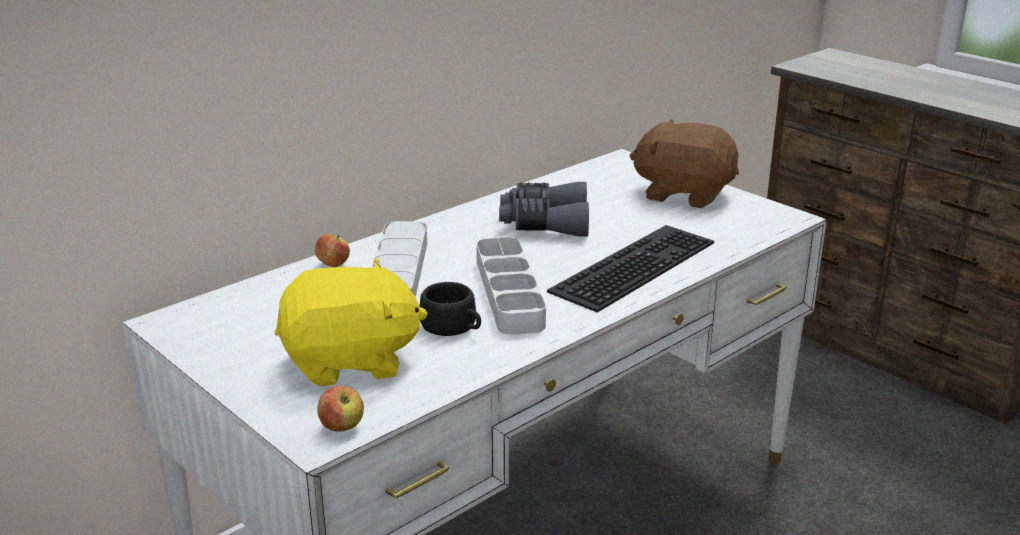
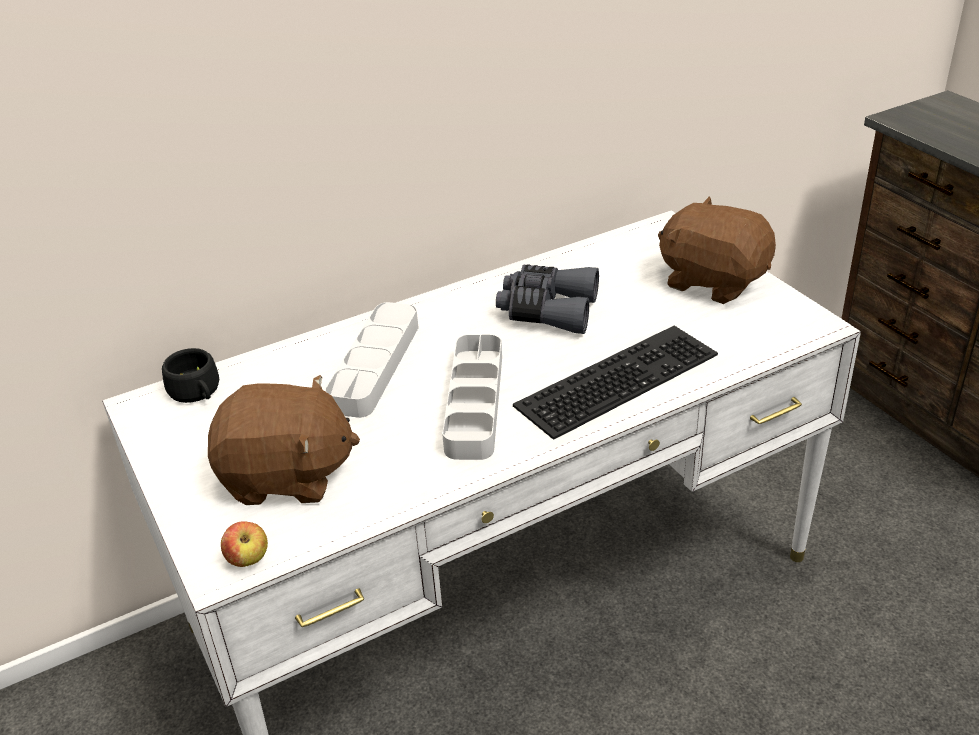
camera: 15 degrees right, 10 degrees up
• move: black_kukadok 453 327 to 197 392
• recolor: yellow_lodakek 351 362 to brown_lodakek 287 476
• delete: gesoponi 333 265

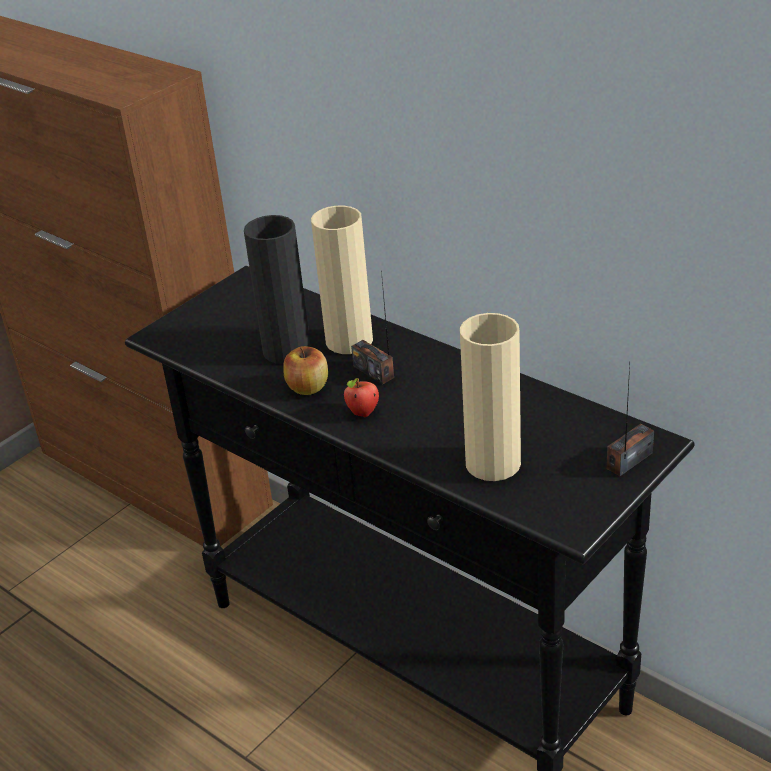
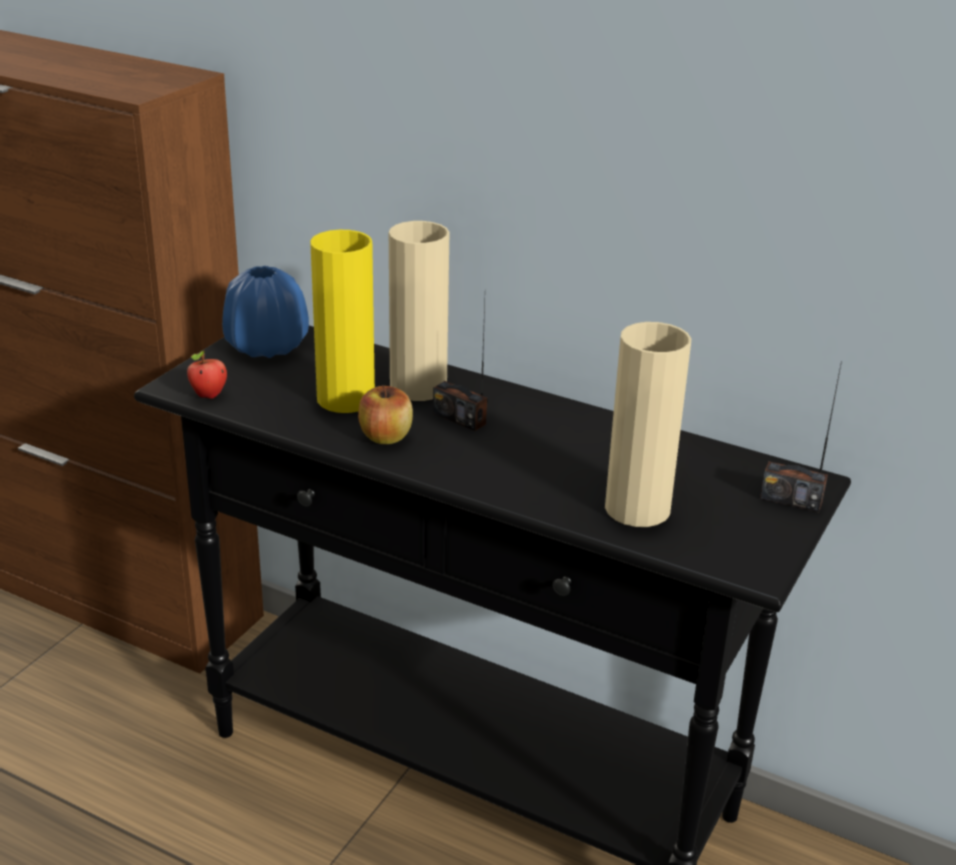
camera: 15 degrees left, 5 degrees down
• move: gesoponi 363 414 to 209 396
• insert: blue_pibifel 266 346
• recolor: black_pibifel 287 350 to yellow_pibifel 345 399
• rotate: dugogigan 630 460 = 791 500 105 degrees counterclockwise

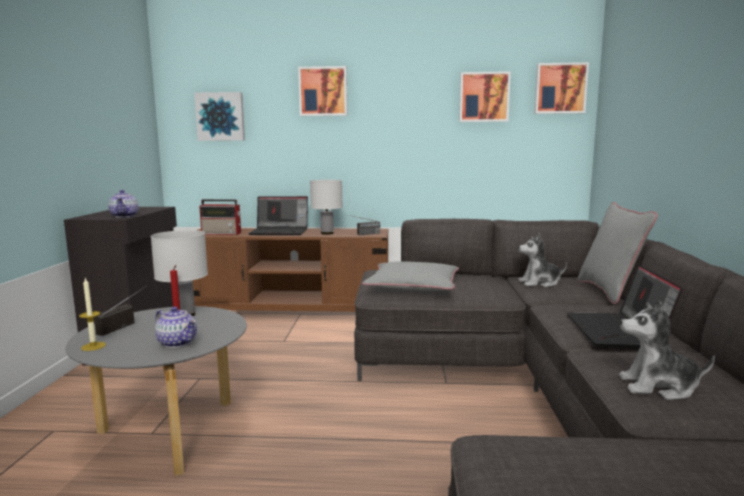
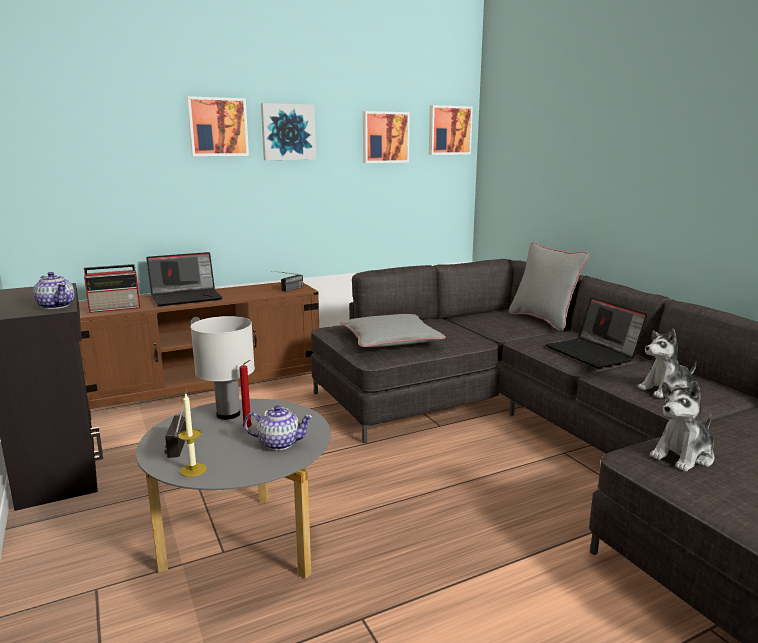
camera: 30 degrees left, 5 degrees up
• move: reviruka 220 117 to 288 132
• move: lodakek 539 283 to 683 456
• delete: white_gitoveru 327 233

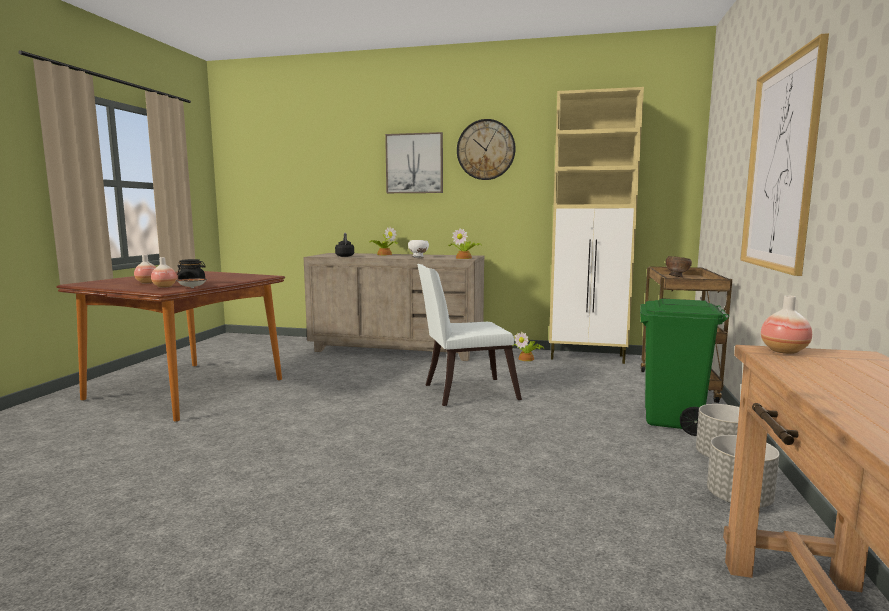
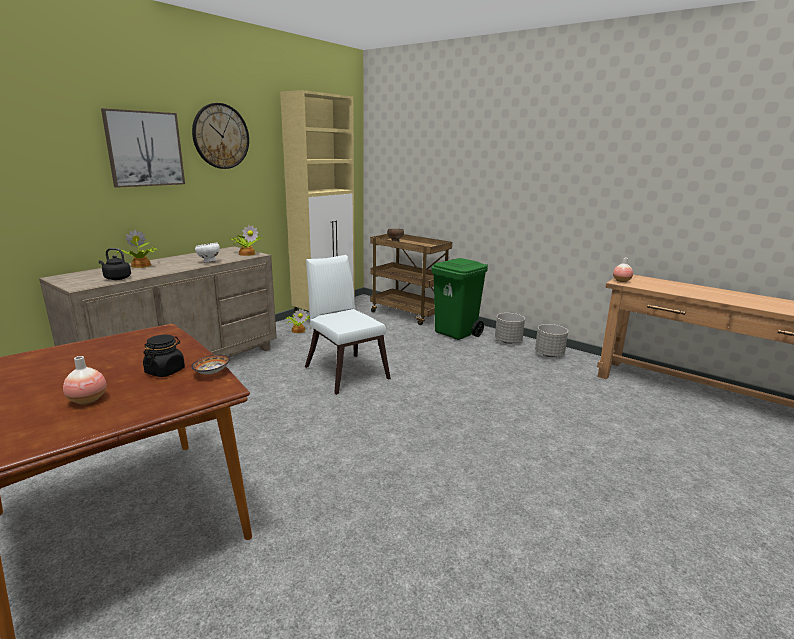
camera: 65 degrees left, 10 degrees up
• rotate: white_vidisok 464 392 = 345 370 135 degrees clockwise
• delete: pibifel 164 287
• delete: reviruka 780 166

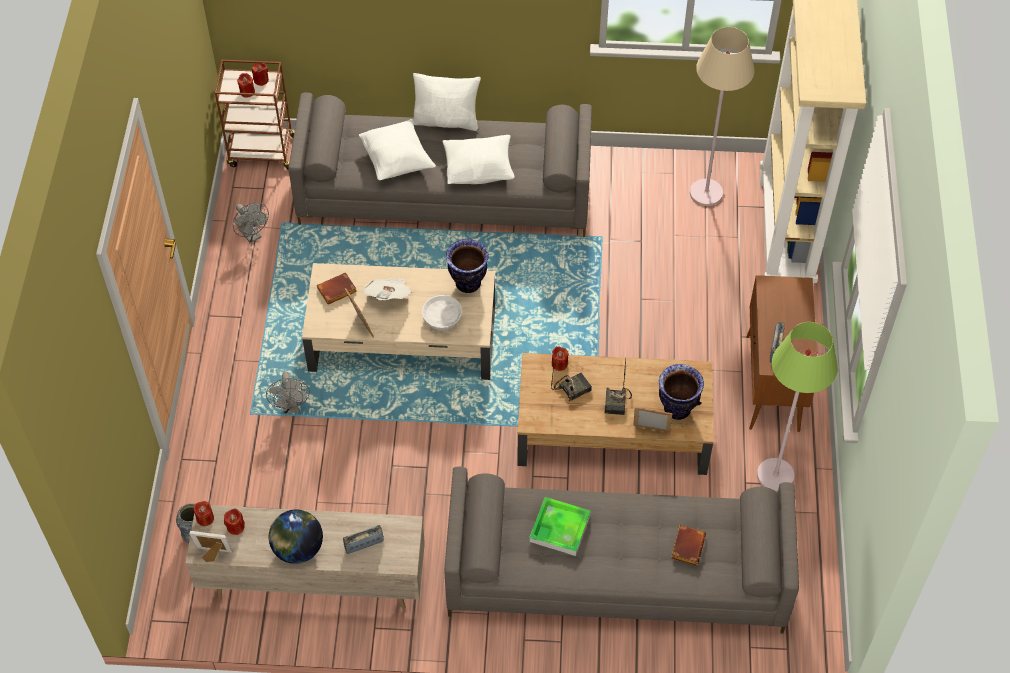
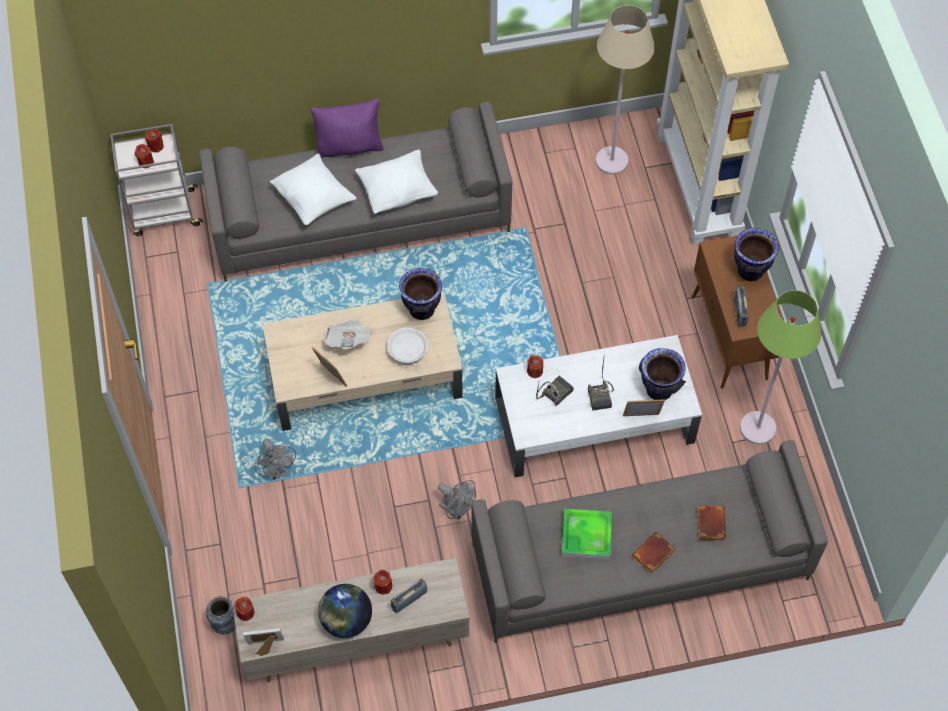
camera: 15 degrees left, 5 degrees up
• recolor: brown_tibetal 262 151 to grey_tibetal 163 213
• recolor: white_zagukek 447 121 to purple_zagukek 350 146
• move: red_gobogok 235 527 to 383 586
• move: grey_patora 252 236 to 457 510
• recolor: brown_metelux 611 430 to white_metelux 593 420
• move: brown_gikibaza 336 292 to 653 555
• insert: pibifel 749 271

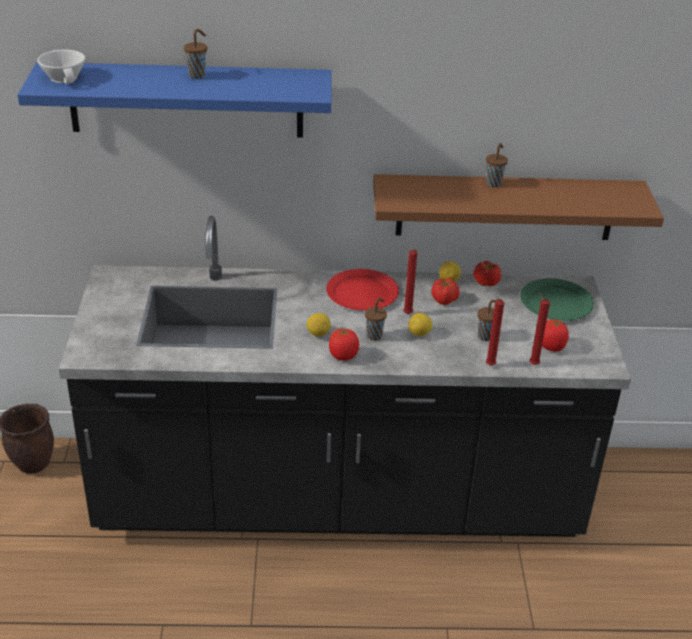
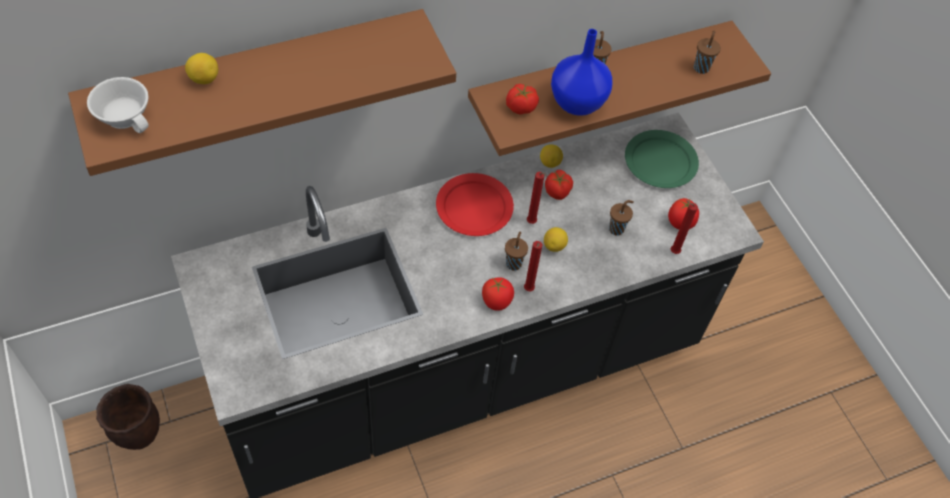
camera: 25 degrees left, 20 degrees up
• recolor: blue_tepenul 186 100 to brown_tepenul 258 80
• move: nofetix 318 334 to 204 79
• move: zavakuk 486 283 to 520 107
• move: red_gobogok 489 366 to 528 290
• insert: blue_pibifel 576 103
• move: brown_kukadok 198 75 to 701 67

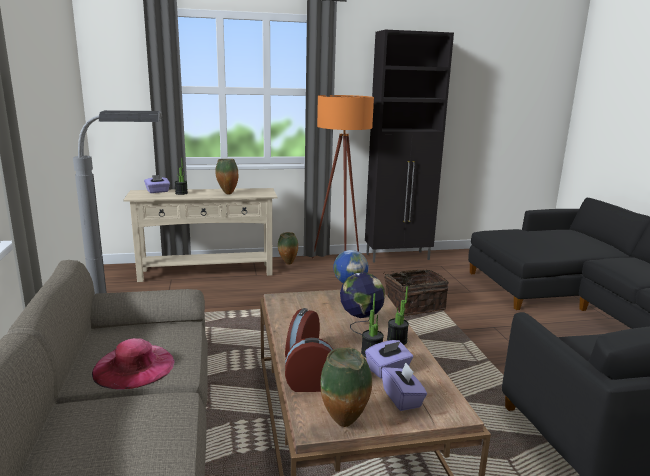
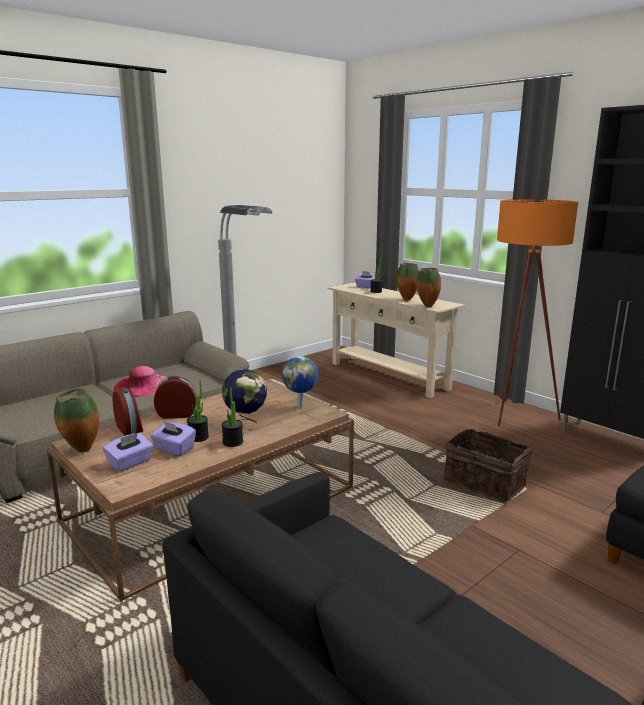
camera: 60 degrees right, 0 degrees up
• move: pibifel 288 264 to 427 306

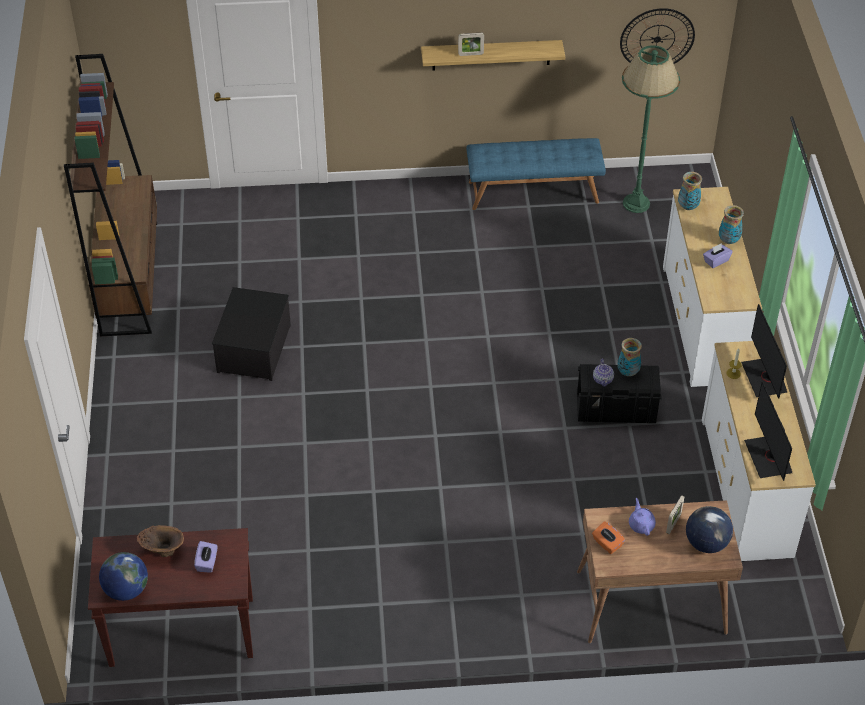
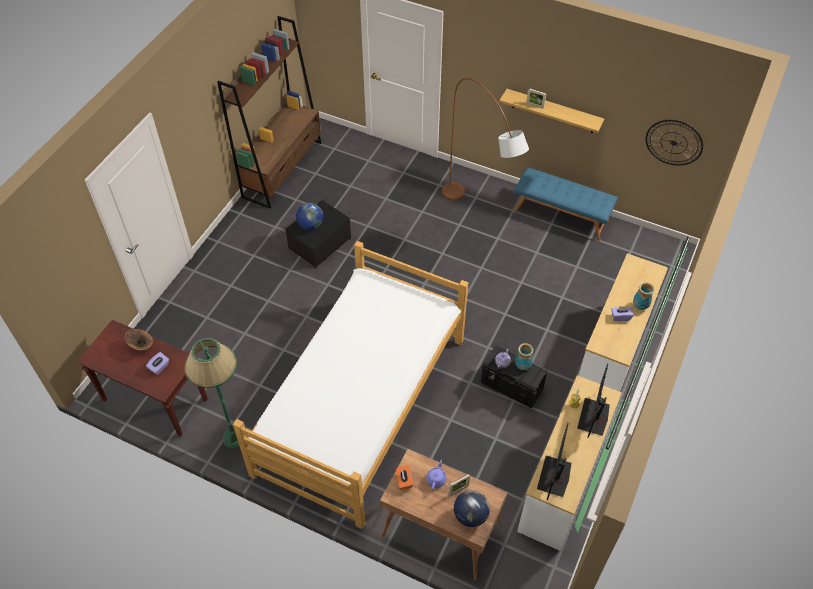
camera: 30 degrees right, 5 degrees up
• move: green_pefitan 636 203 to 233 437
• insert: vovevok 360 405
• move: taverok 126 590 to 310 225
• insert: brown_pefitan 479 218
• delete: pibifel 687 207

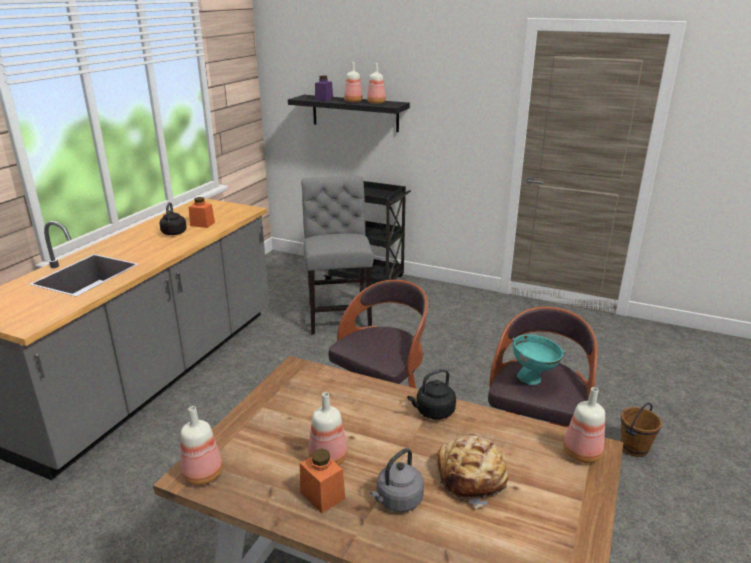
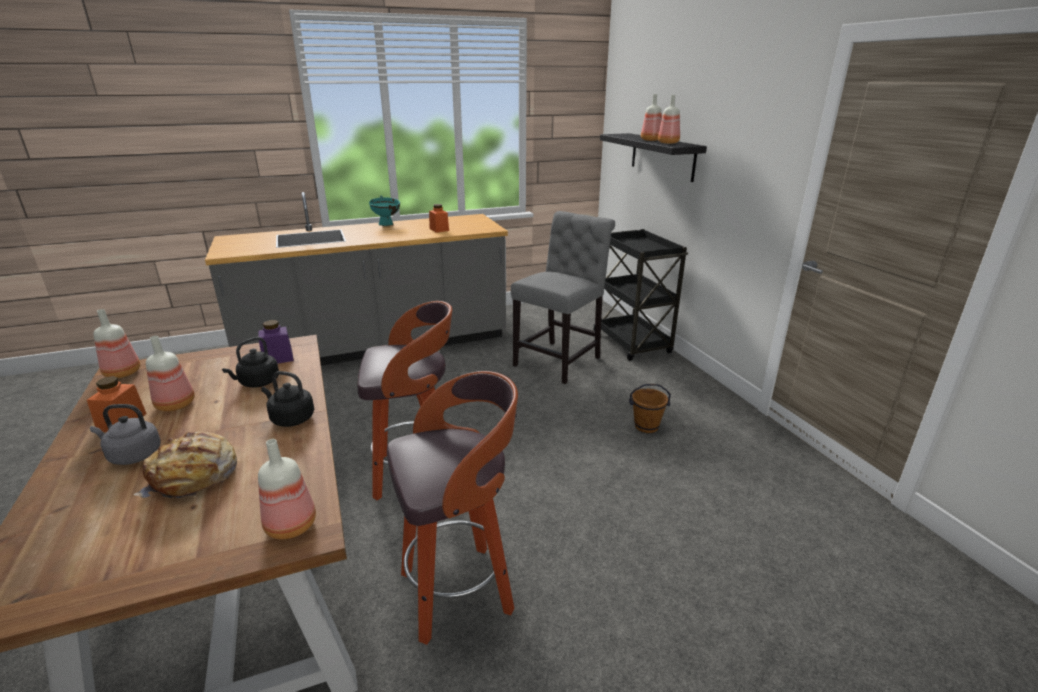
camera: 45 degrees right, 0 degrees up
• move: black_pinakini 173 233 to 257 383
• move: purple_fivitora 324 99 to 278 358
• move: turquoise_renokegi 534 379 to 387 225
• move: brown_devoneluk 634 449 to 646 427

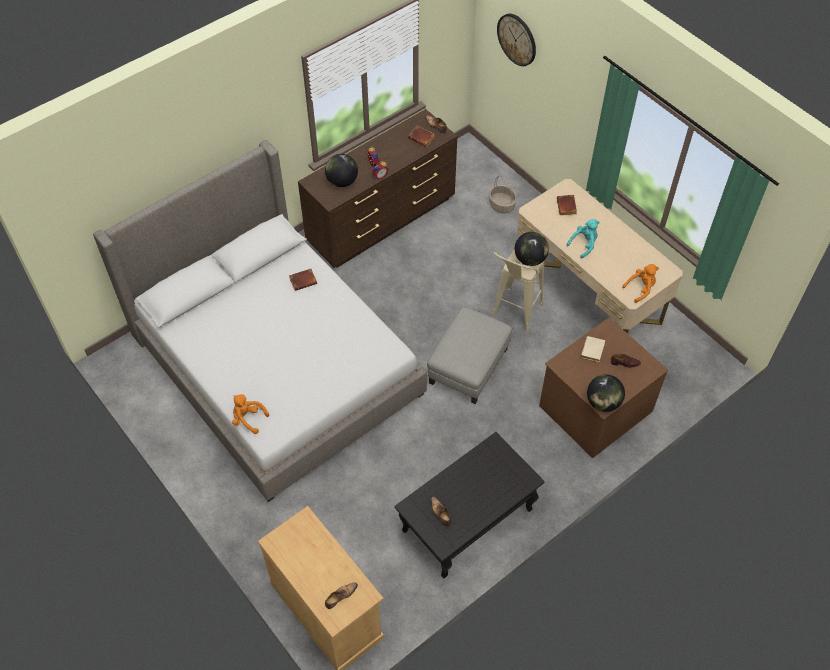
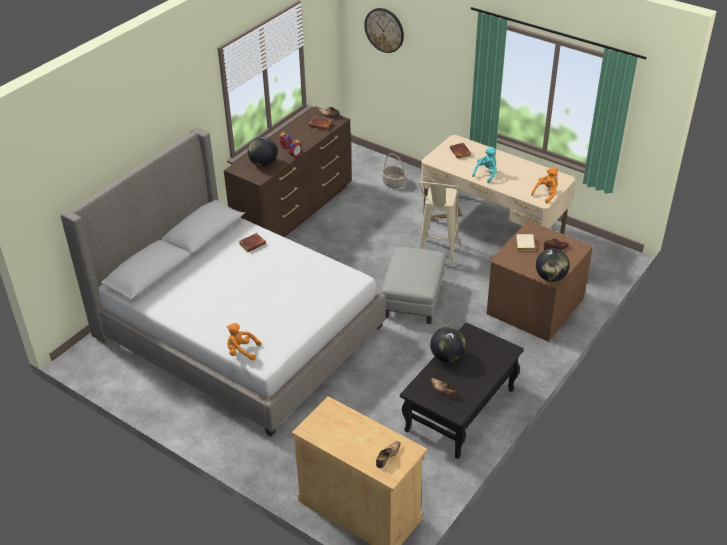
camera: 15 degrees left, 15 degrees down
• move: taverok 530 259 to 447 357

